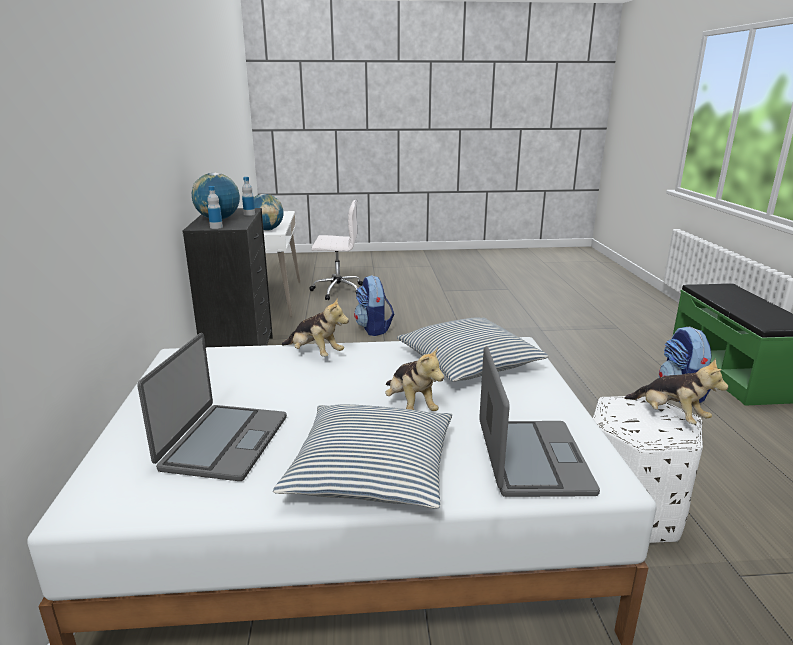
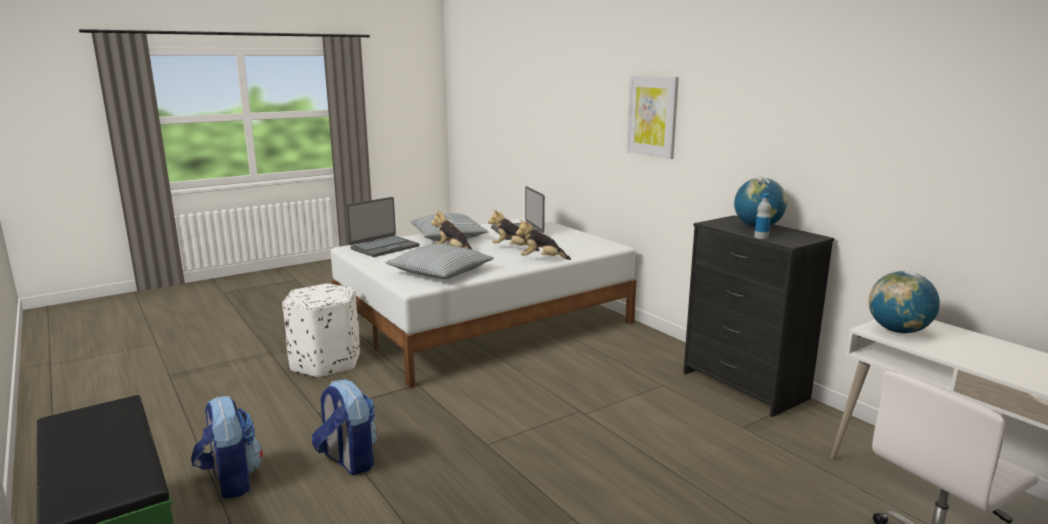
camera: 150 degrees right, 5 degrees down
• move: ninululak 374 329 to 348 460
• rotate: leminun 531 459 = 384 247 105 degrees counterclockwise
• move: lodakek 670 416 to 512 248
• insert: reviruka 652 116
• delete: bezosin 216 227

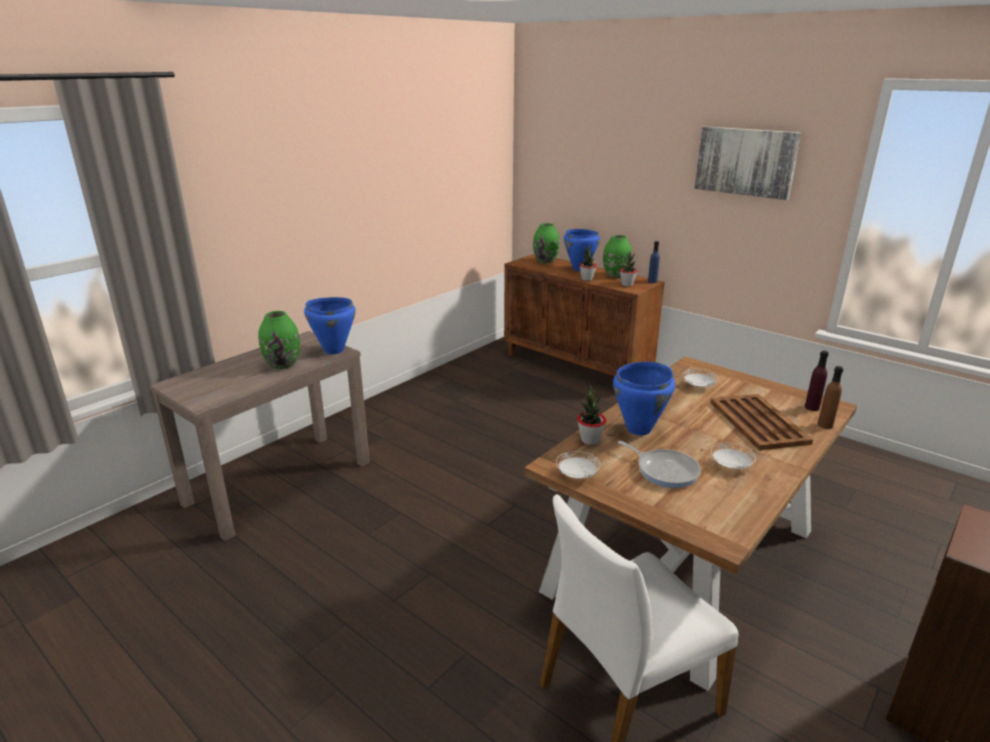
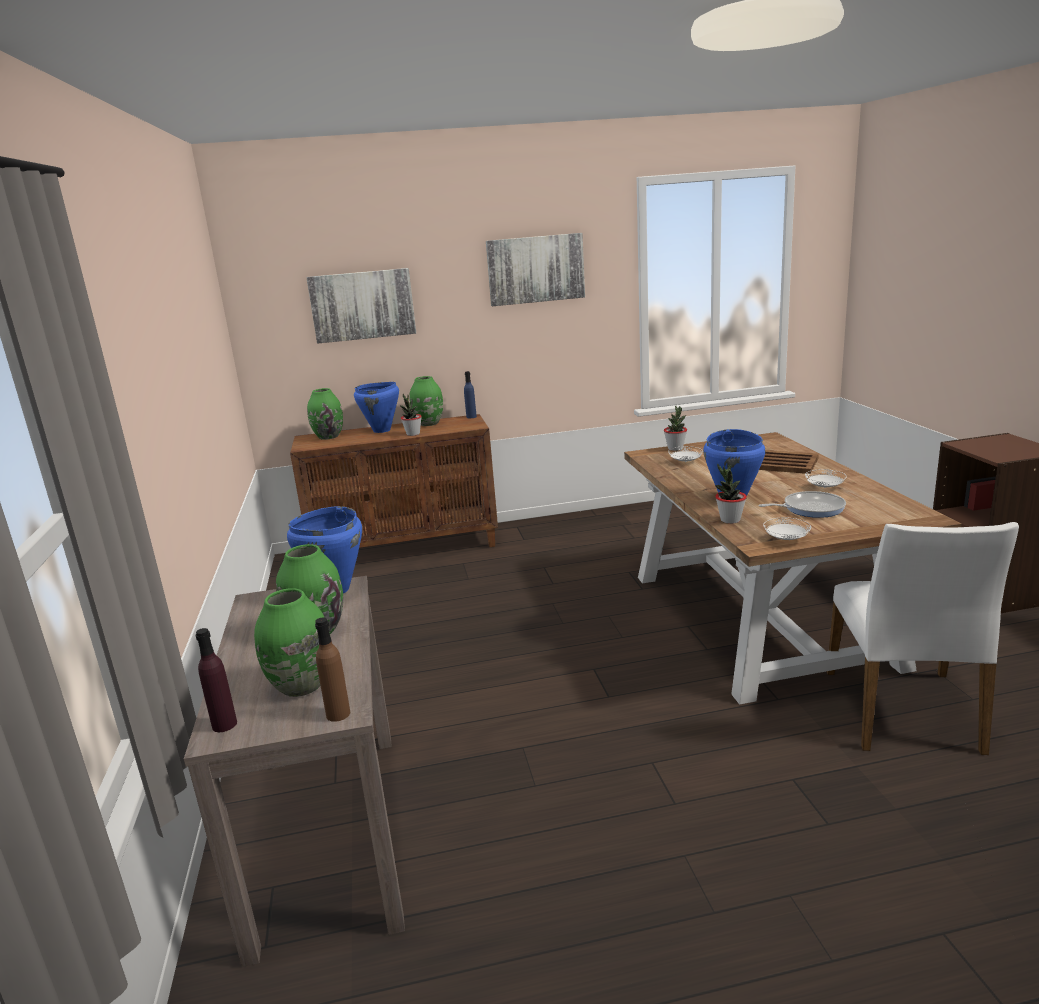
camera: 50 degrees left, 5 degrees down
• move: purple_bezosin 812 407 to 224 724
• insert: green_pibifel 301 686
• insert: reviruka 362 305
• move: brown_bezosin 825 425 to 338 714
• move: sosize 627 284 to 675 448

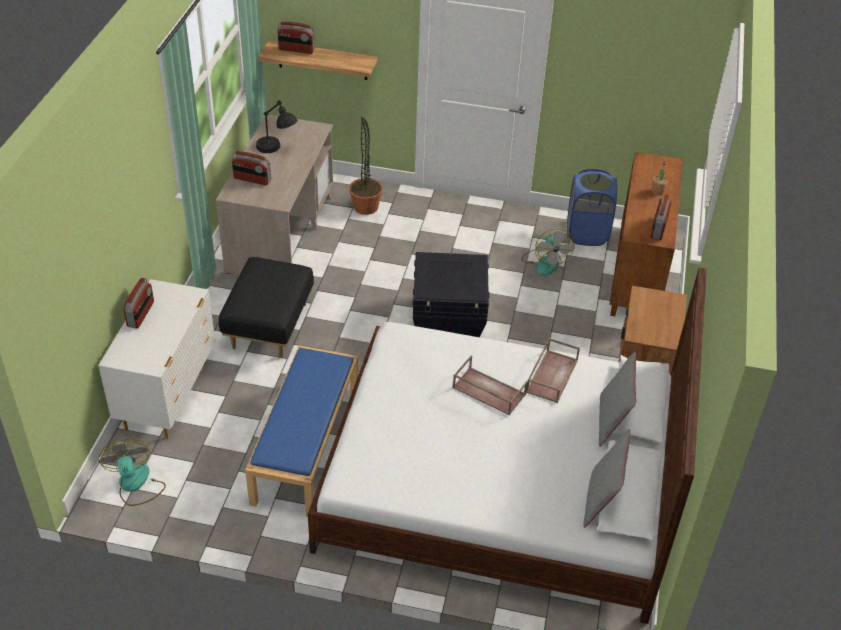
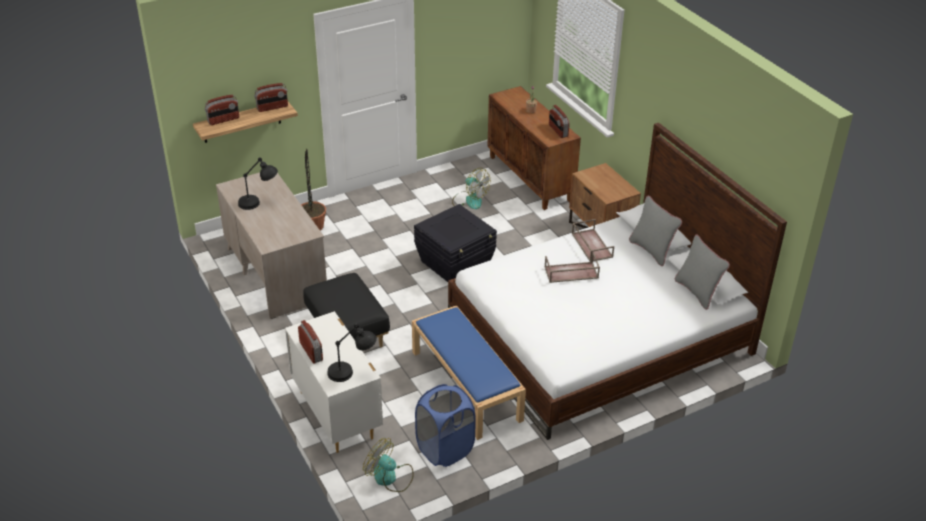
camera: 40 degrees left, 5 degrees down
• move: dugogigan 252 179 to 272 107
• insert: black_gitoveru 352 372
• move: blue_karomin 587 233 to 445 449

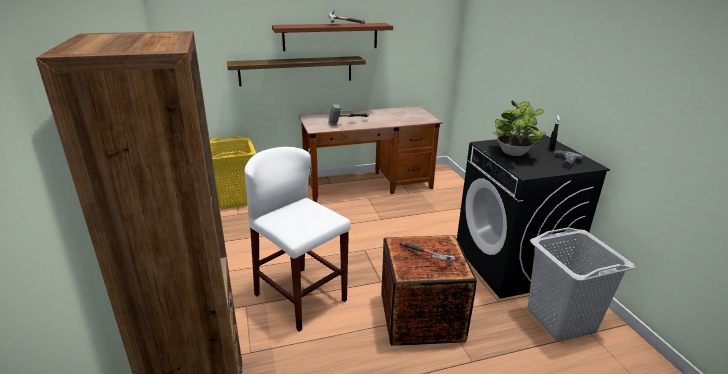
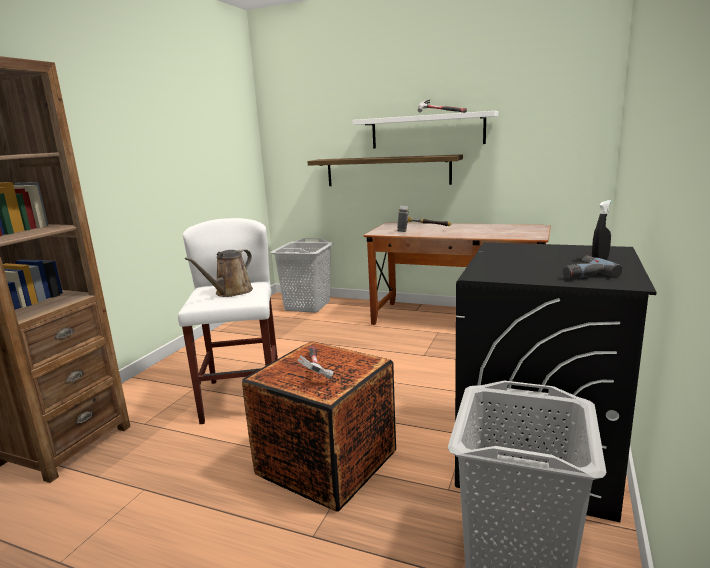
camera: 40 degrees right, 10 degrees down
• insert: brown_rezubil 231 292
• recolor: yellow_karomin 235 199 to grey_karomin 308 306
• recolor: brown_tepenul 330 36 to white_tepenul 427 131
• delete: sosize 513 154

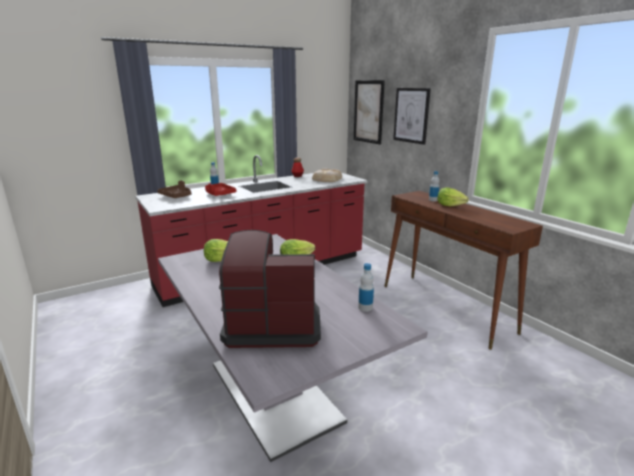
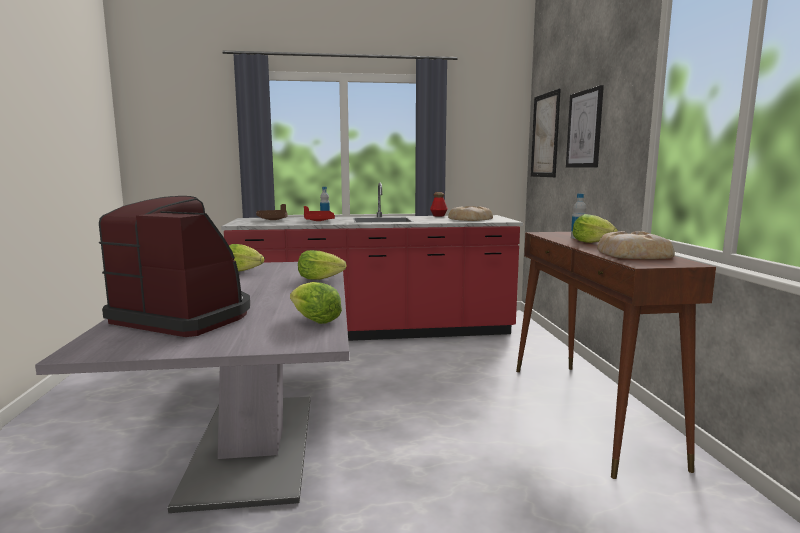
camera: 25 degrees right, 10 degrees down
• replace: bezosin 365 307 to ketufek 315 321
• insert: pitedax 633 254

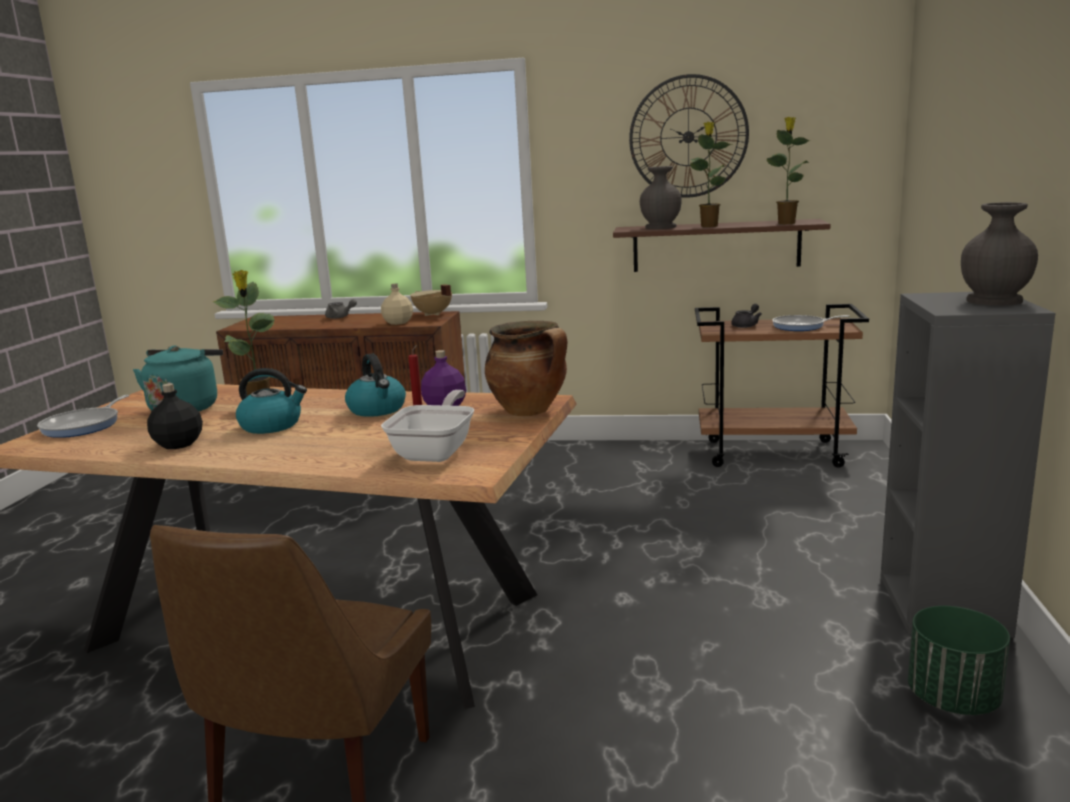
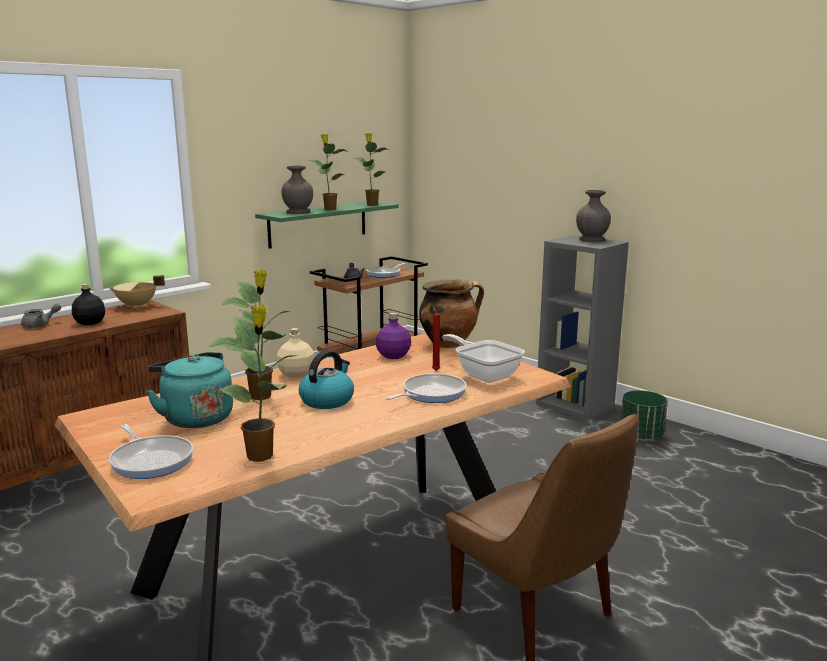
camera: 55 degrees left, 0 degrees up
• move: black_bezosin 178 444 to 89 322
• insert: sosize 261 456
• recolor: brown_tepenul 716 246 to green_tepenul 318 224
• move: beige_bezosin 397 322 to 296 374
• insert: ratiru 430 393
• delete: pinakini 377 410
• delete: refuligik 688 137

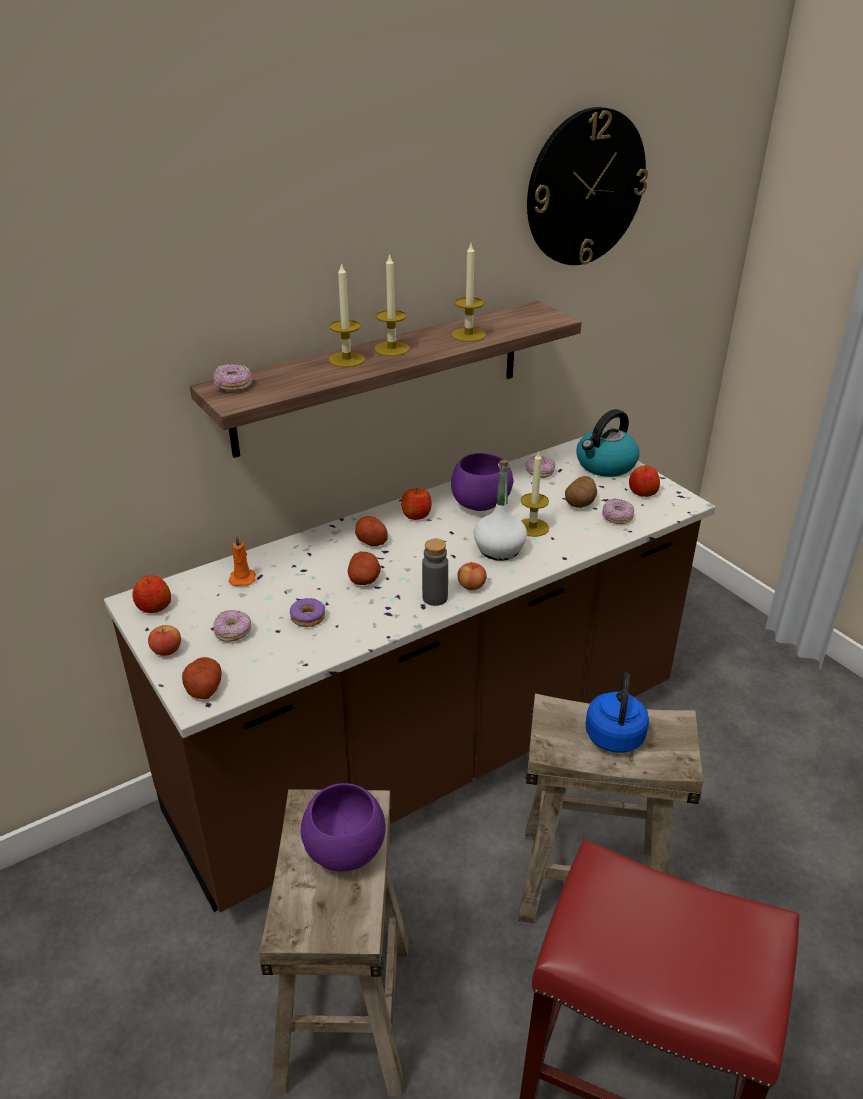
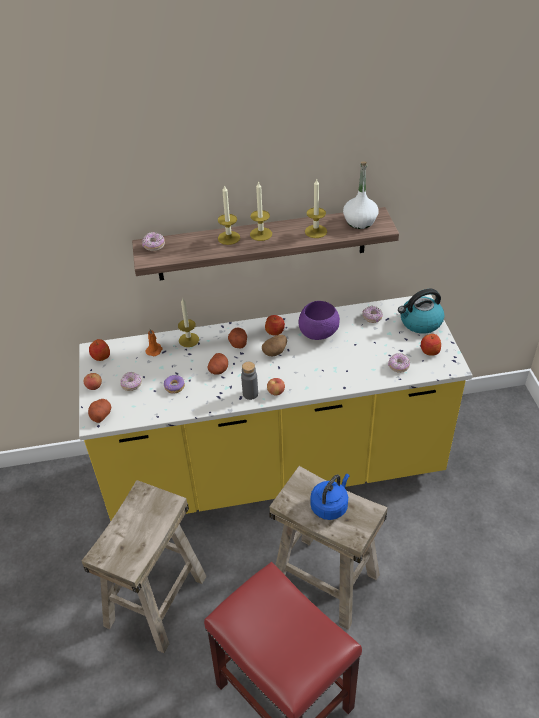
camera: 25 degrees right, 10 degrees up
• recolor: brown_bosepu 431 754 to yellow_bosepu 274 471
• move: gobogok 532 527 to 189 340
• move: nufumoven 580 503 to 275 351
• move: white_bezosin 499 549 to 359 221
• delete: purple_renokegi 344 850
• delete: refuligik 585 188

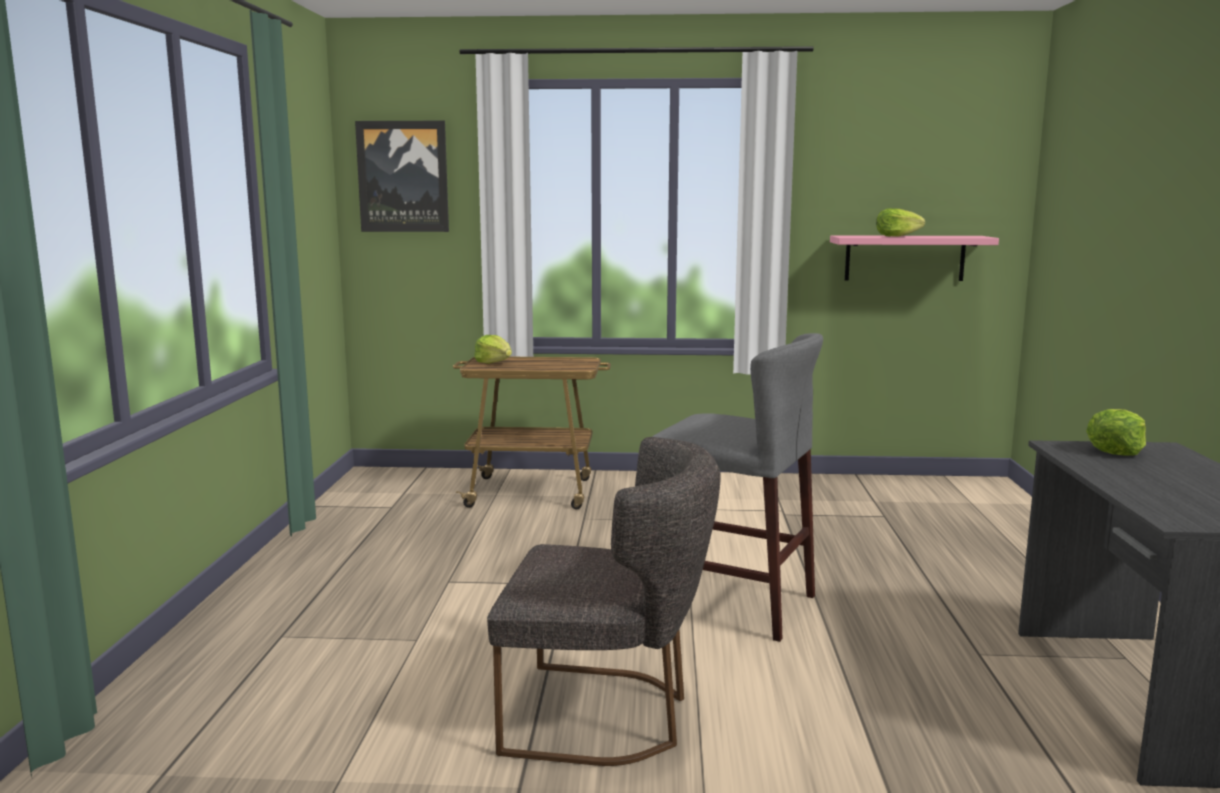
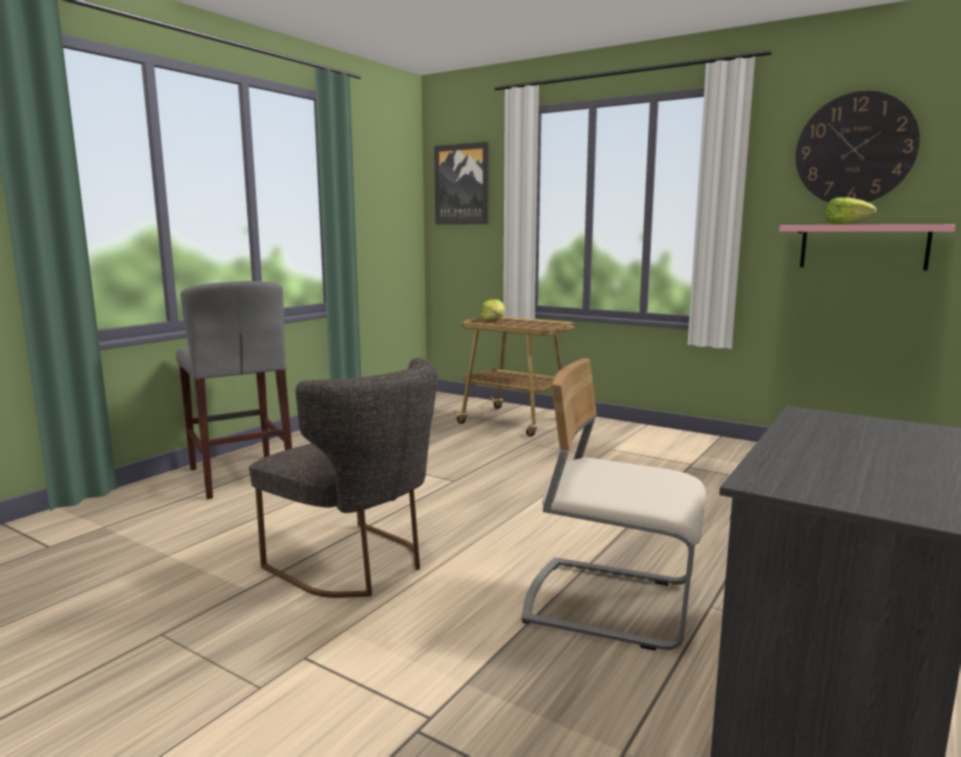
camera: 30 degrees right, 0 degrees up
• move: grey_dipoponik 733 603 to 241 475
• insert: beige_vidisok 610 603
• insert: refuligik 855 149
• delete: ketufek 1116 450

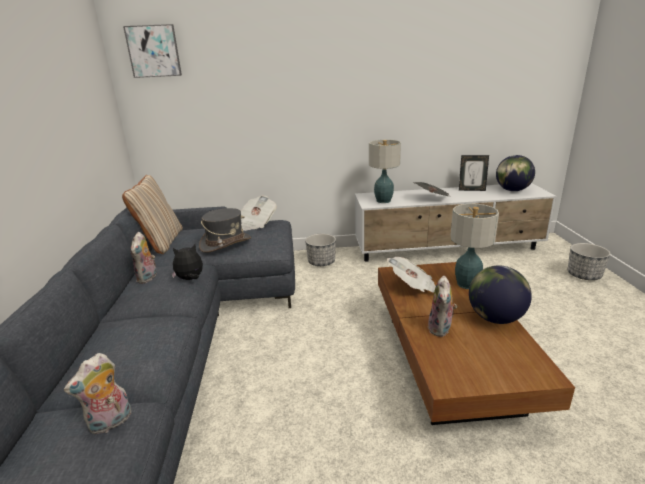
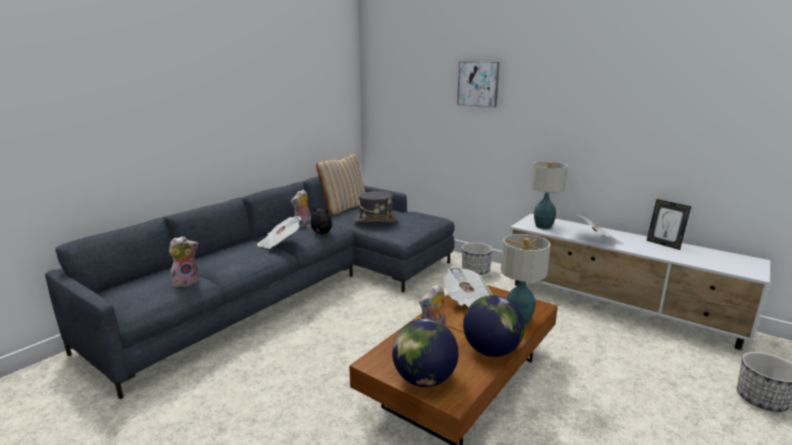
camera: 40 degrees right, 5 degrees down
• rotate: lodakek 111 423 = 186 282 150 degrees clockwise
• move: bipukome 256 223 to 280 243
• move: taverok 512 190 to 423 379
• move: reviruka 154 51 to 478 84

